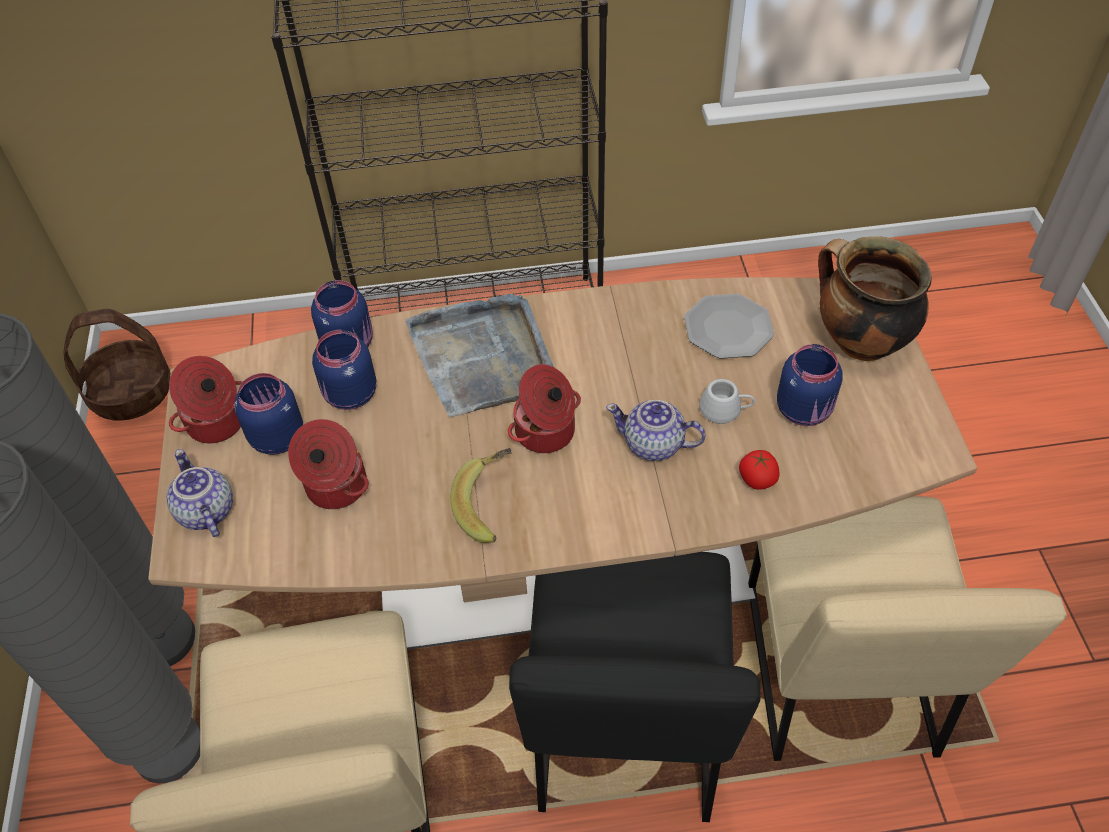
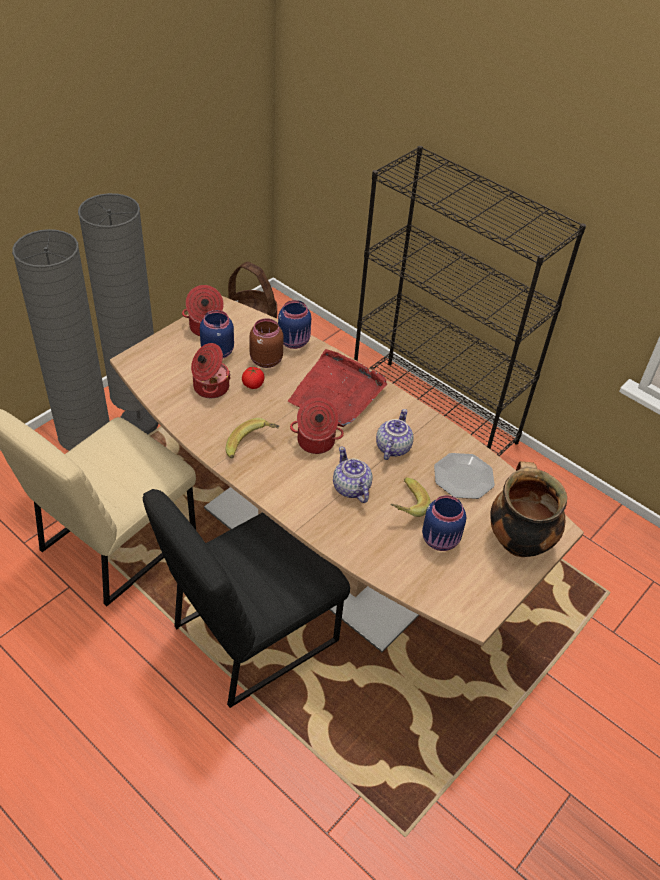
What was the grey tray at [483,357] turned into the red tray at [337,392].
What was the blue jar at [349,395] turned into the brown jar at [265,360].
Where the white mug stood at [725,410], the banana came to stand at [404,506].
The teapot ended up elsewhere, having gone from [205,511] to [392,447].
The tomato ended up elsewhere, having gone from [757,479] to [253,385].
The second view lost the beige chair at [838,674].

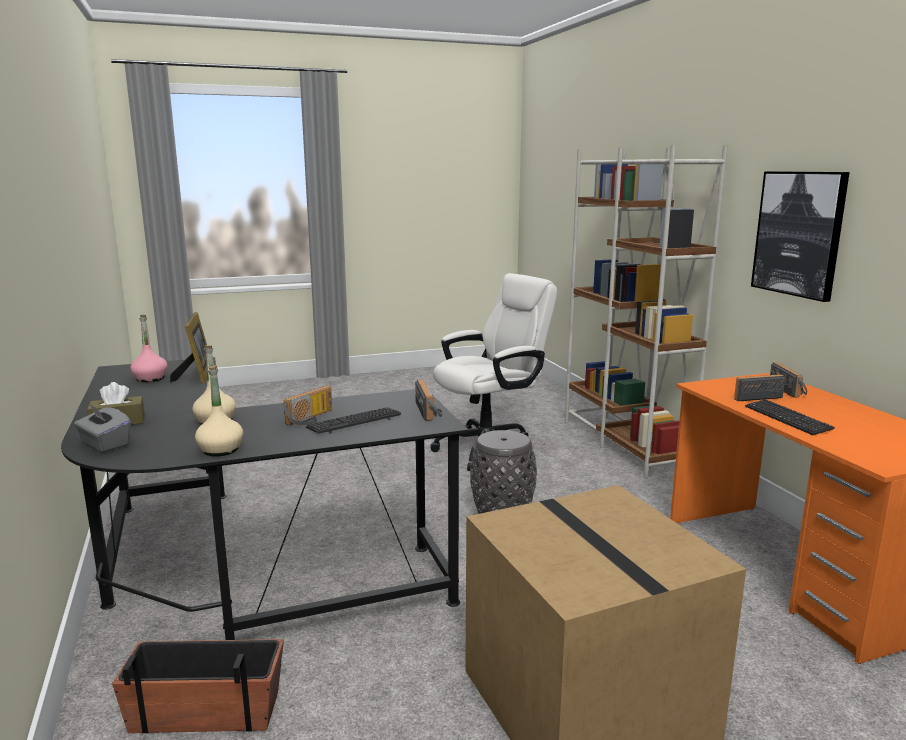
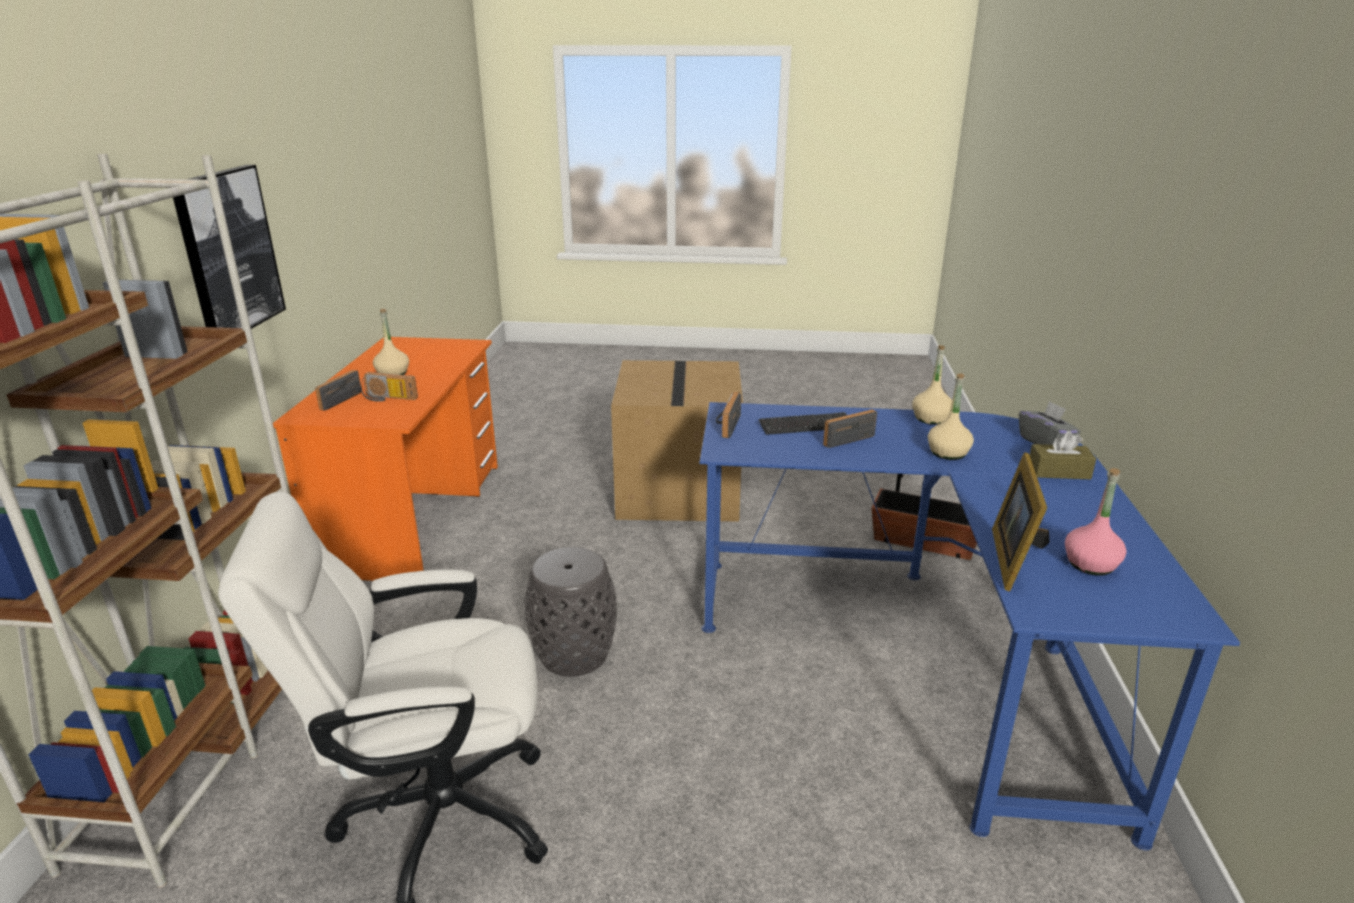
What was the black desk at [239,574] turned into the blue desk at [919,650].
The second view lost the keyboard at [787,418].
The second view gained the beige bottle at [393,373].

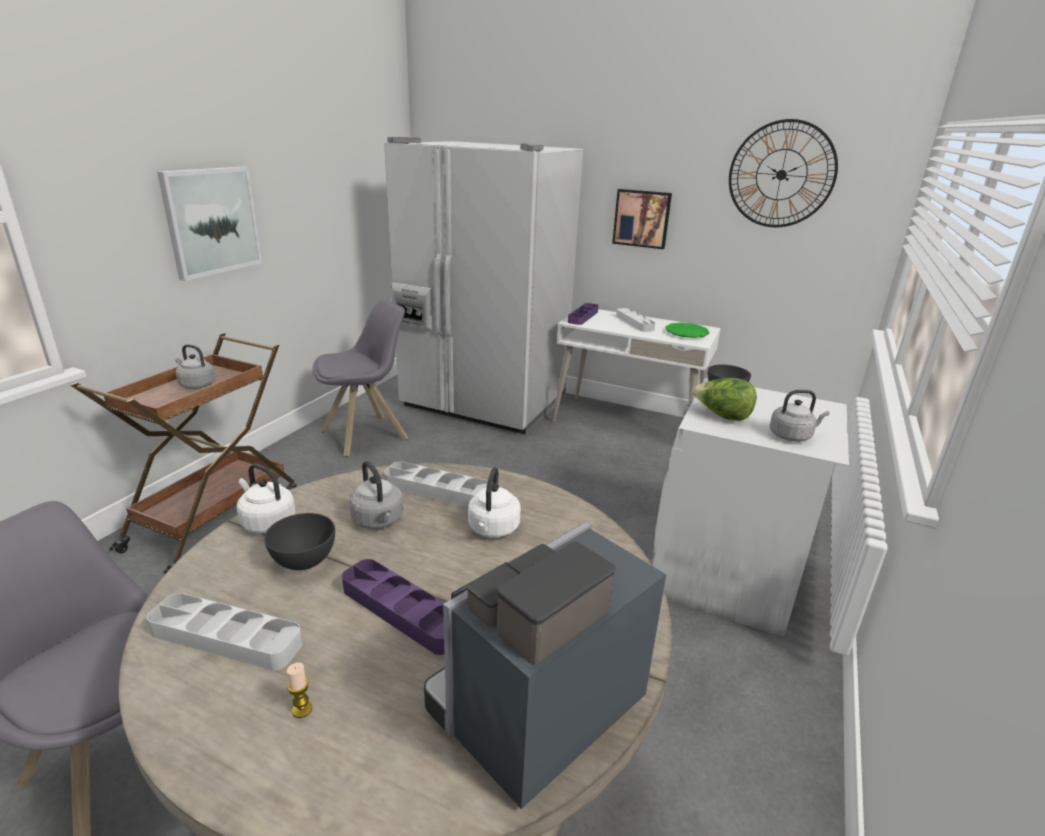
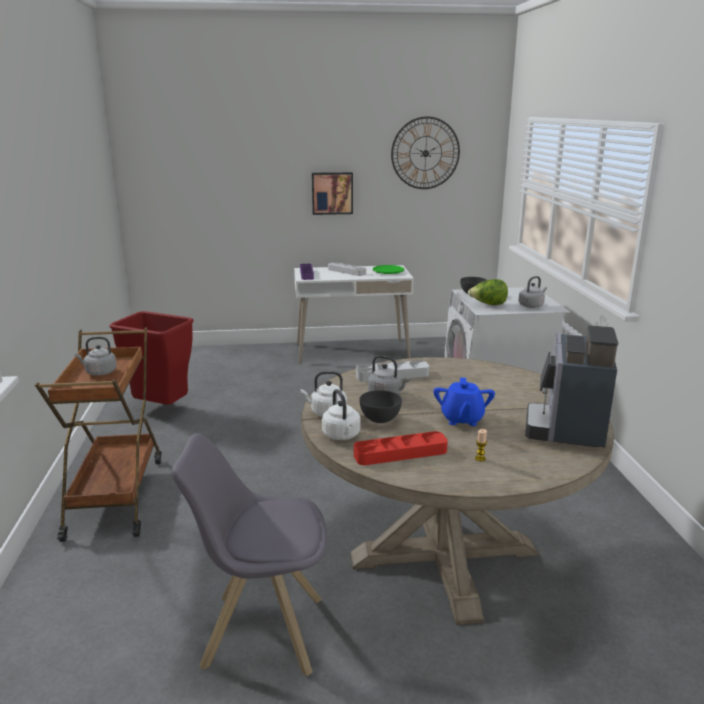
The second view lost the white fridge at [484,402].
The second view lost the picture at [212,221].
Where the grey chair stood at [365,435], the red trash can came to stand at [163,409].
The white kettle ended up elsewhere, having gone from [493,529] to [342,436].
Where the purple tray stood at [402,610], the blue teapot came to stand at [462,419].
What was the grey tray at [226,637] turned into the red tray at [400,453].

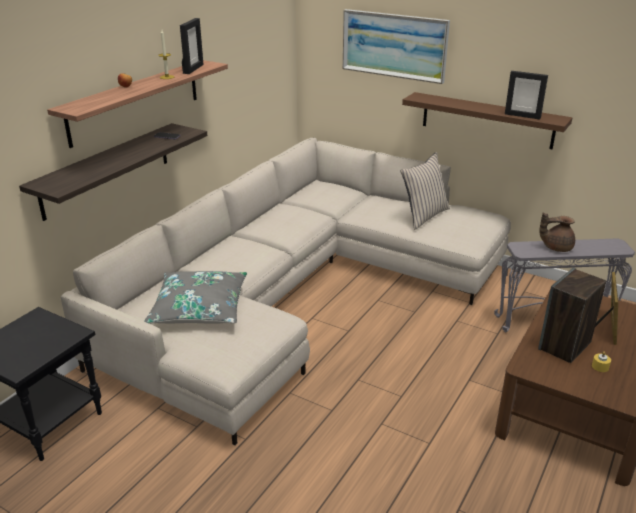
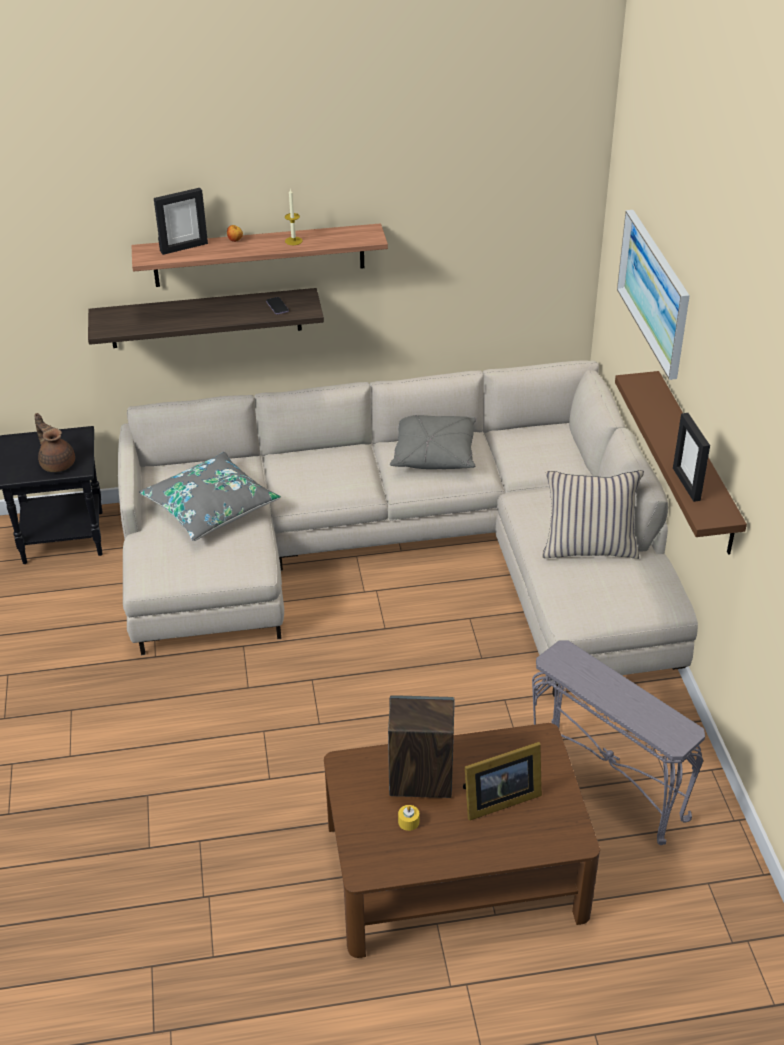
The picture frame ended up elsewhere, having gone from [193,69] to [184,247].
The brown teapot ended up elsewhere, having gone from [556,247] to [57,463].
The second view gained the grey pillow at [434,453].

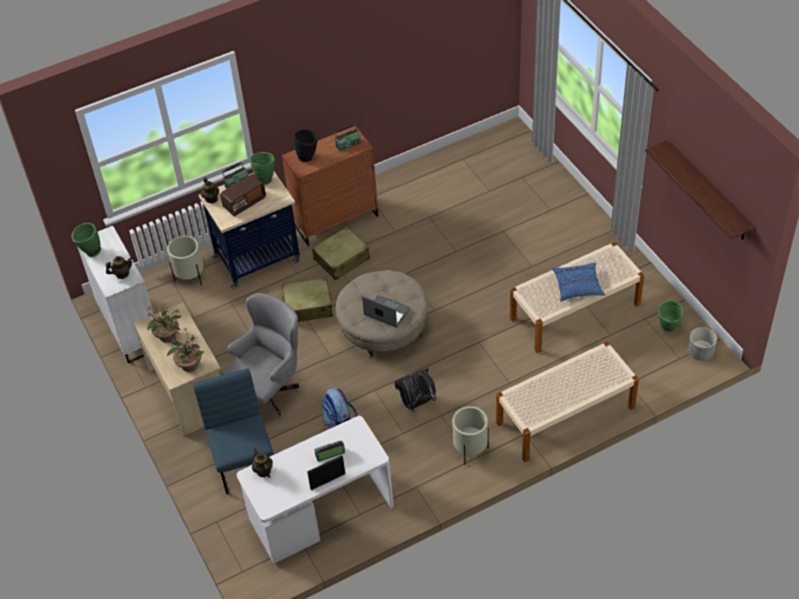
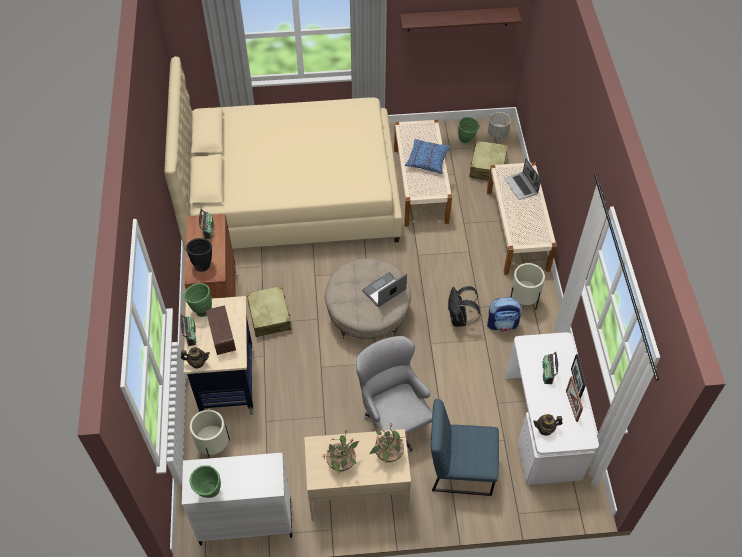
The second view lost the teapot at [122,274].
The beige suitcase ended up elsewhere, having gone from [307,306] to [487,167].
The backpack ended up elsewhere, having gone from [340,423] to [502,324].
The second view gained the beige bed at [290,193].
The second view gained the laptop at [521,186].
The second view gained the picture frame at [571,406].

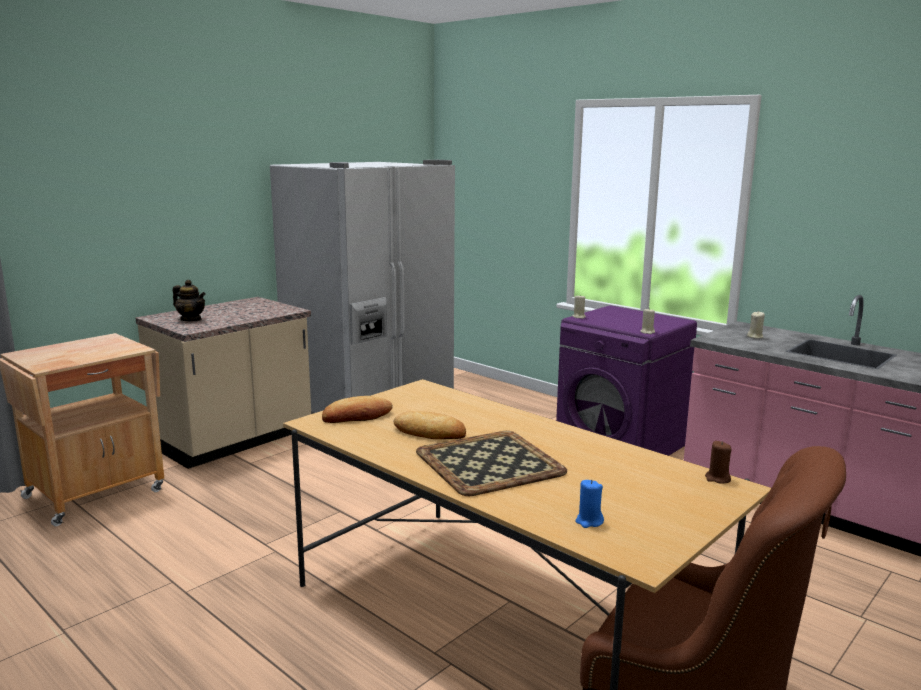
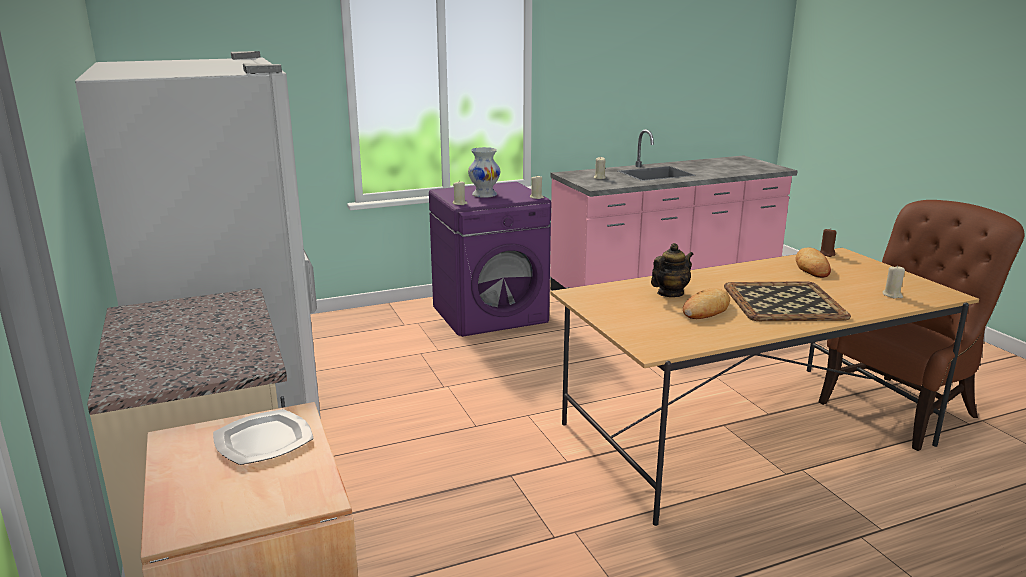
The teapot ended up elsewhere, having gone from [191,319] to [670,294].
The bread ended up elsewhere, having gone from [357,416] to [812,267].
What was the blue candle at [589,521] turned into the beige candle at [892,295].
The second view gained the white vase at [484,195].
The second view gained the plate at [263,441].

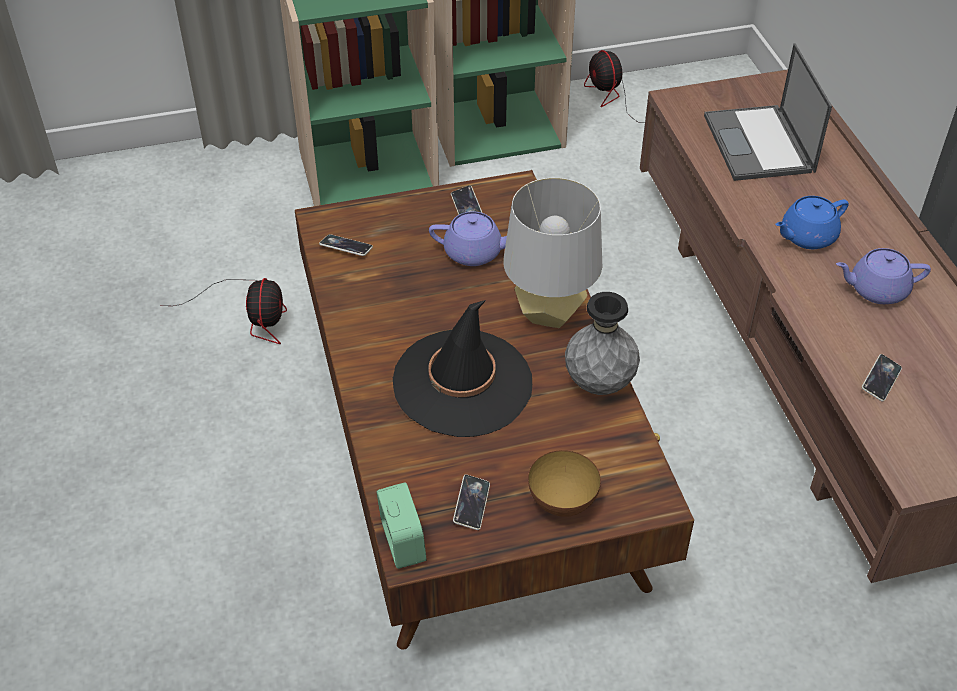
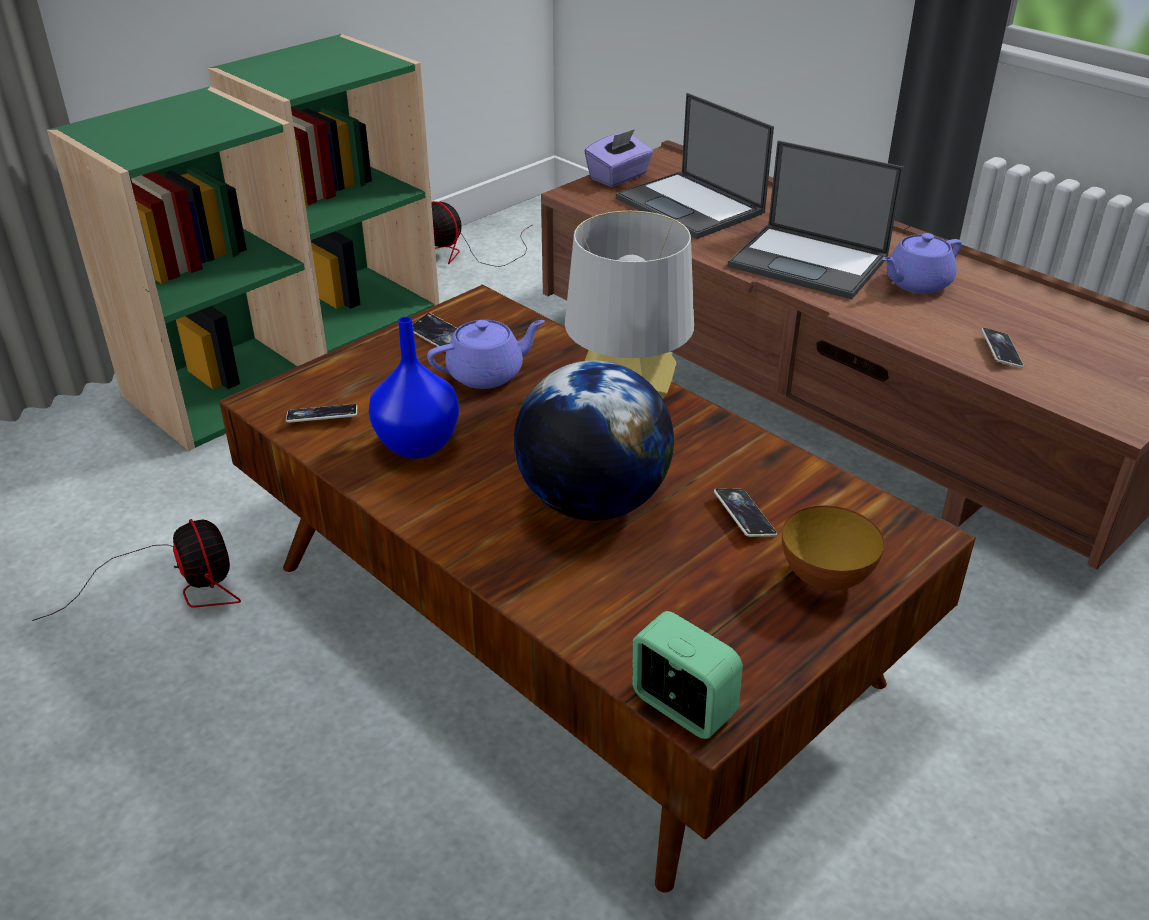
Where the blue teapot stood at [806,236], the laptop came to stand at [810,262].
The second view lost the grey vase at [599,384].
Where the black hat stood at [462,383], the globe came to stand at [593,503].
The phone ended up elsewhere, having gone from [471,504] to [744,516].
The second view gained the purple tissue box at [618,177].
The second view gained the blue vase at [418,445].

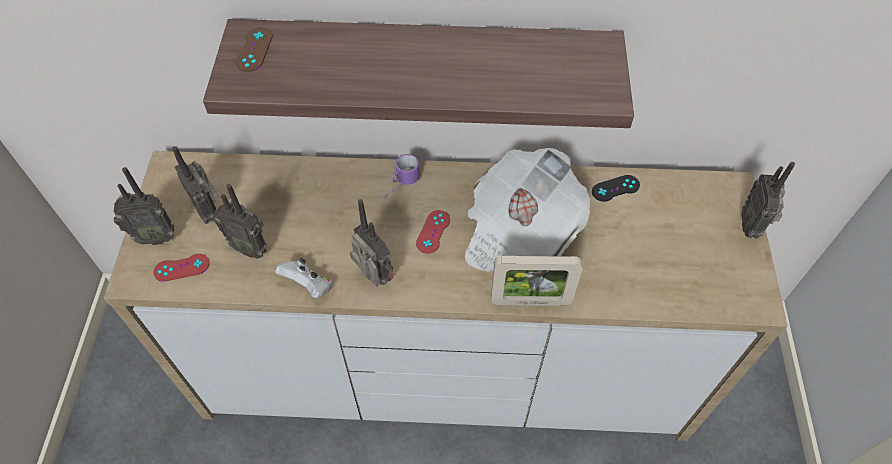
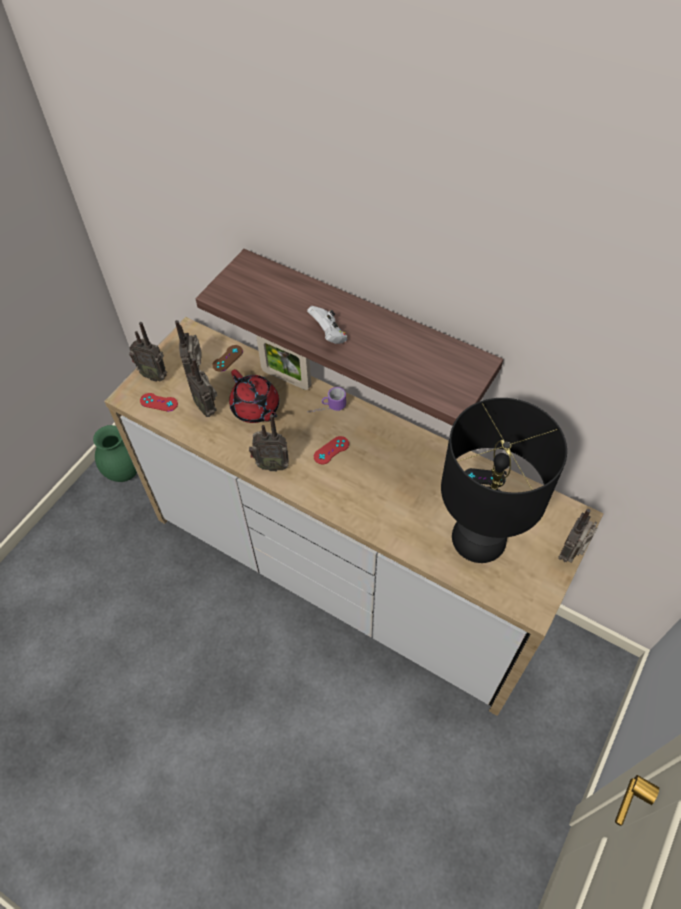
The brown game controller ended up elsewhere, having gone from [254,49] to [227,358].
The second view lost the newspaper at [518,234].
The radio at [373,279] ended up facing another way, 105 degrees clockwise from before.
The picture frame ended up elsewhere, having gone from [530,301] to [286,379].
The white game controller ended up elsewhere, having gone from [308,286] to [329,335].
The second view gained the red teapot at [256,409].
The second view gained the black table lamp at [480,537].
The second view gained the green vase at [125,472].

